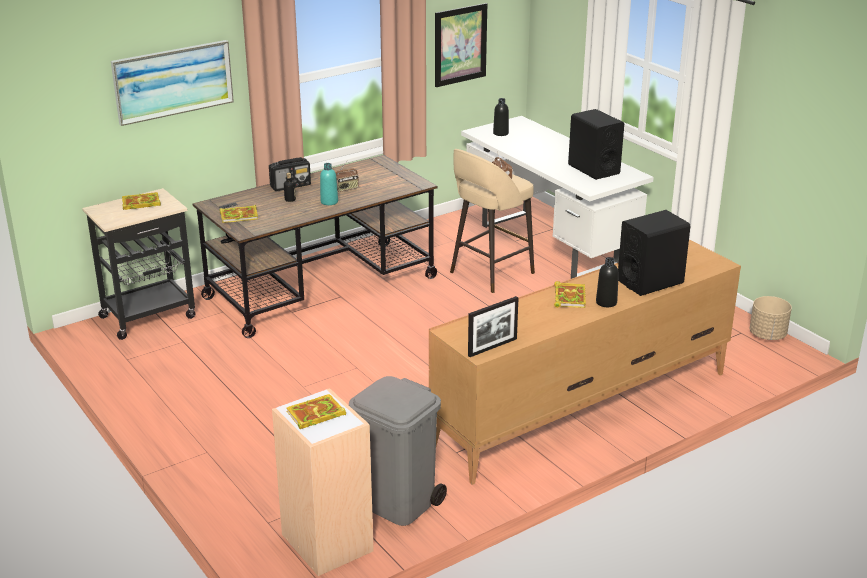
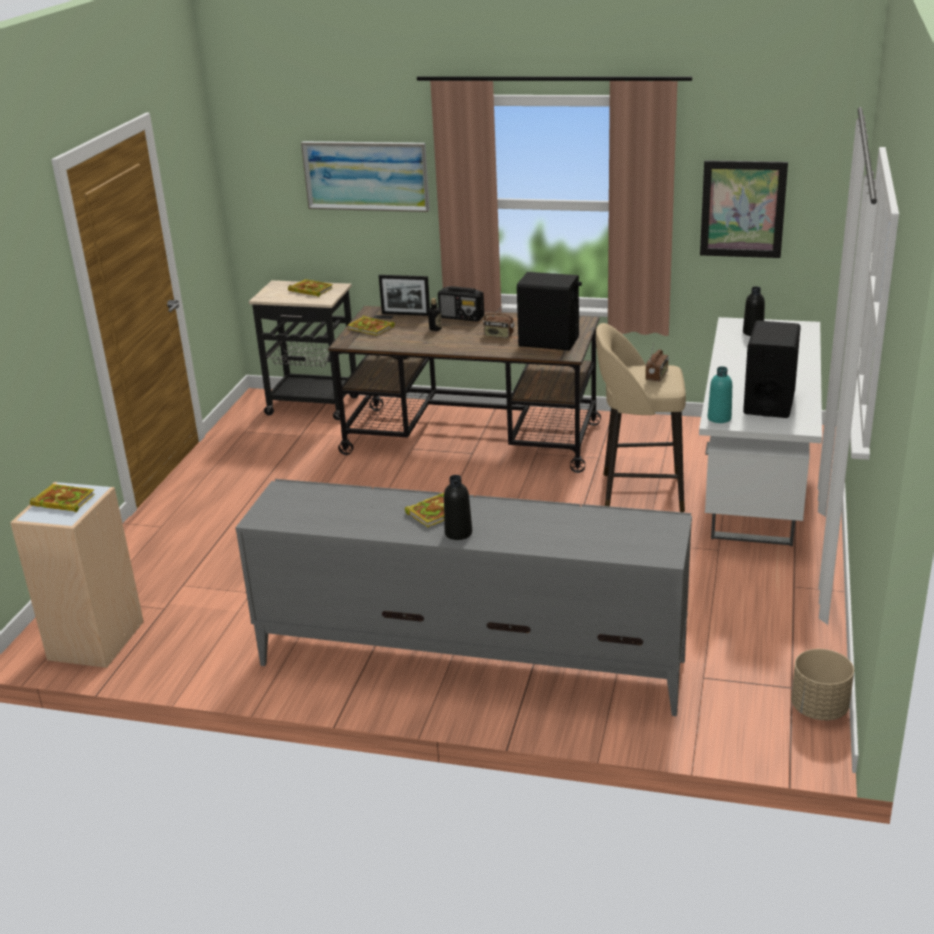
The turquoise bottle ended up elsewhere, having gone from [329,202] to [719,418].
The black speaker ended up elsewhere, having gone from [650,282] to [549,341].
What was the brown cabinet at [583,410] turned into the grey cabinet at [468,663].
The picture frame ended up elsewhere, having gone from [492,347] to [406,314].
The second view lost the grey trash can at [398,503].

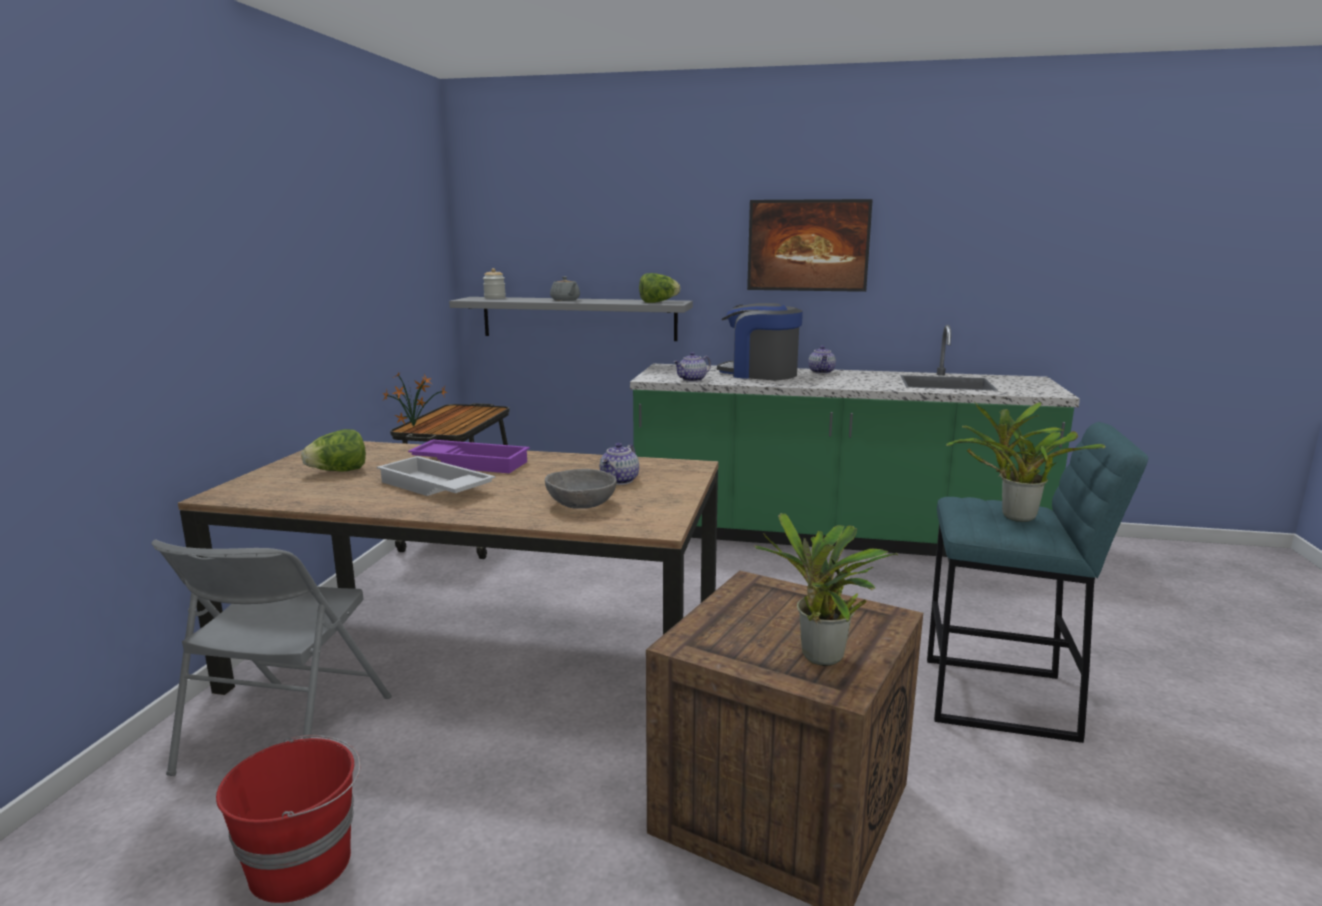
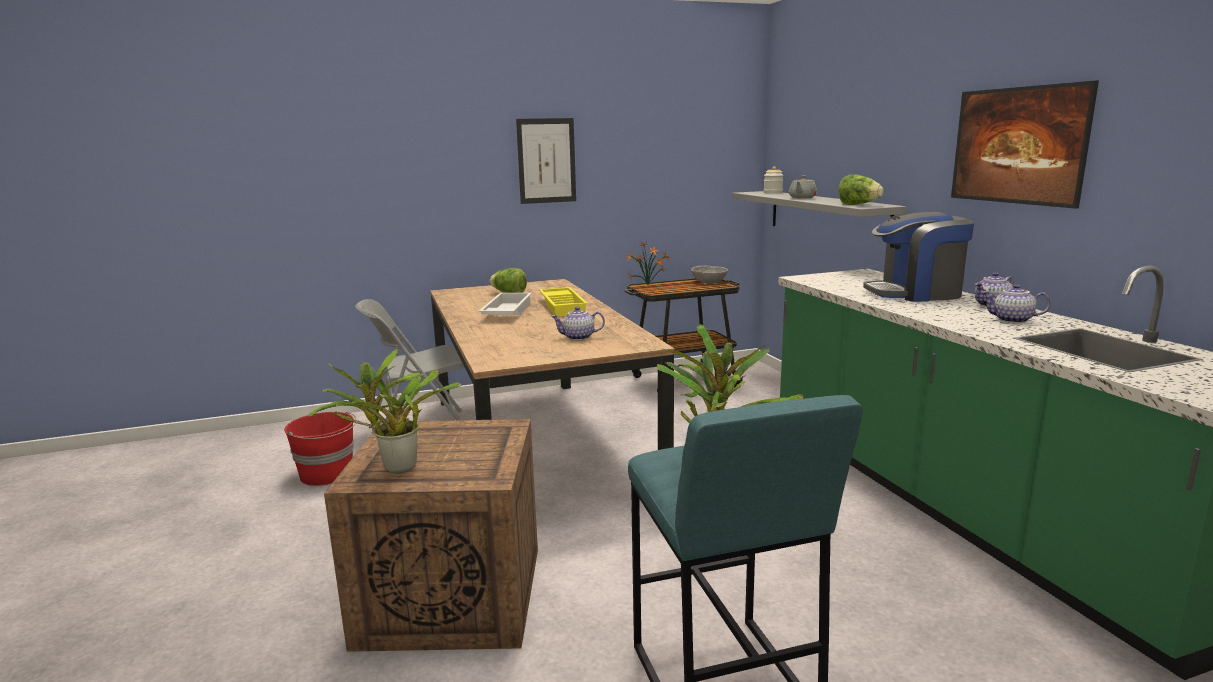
The coffee machine at [759,374] ended up facing another way, 90 degrees counterclockwise from before.
The teapot ended up elsewhere, having gone from [692,380] to [1012,320].
What was the purple tray at [472,463] turned into the yellow tray at [564,306].
The grey bowl ended up elsewhere, having gone from [580,504] to [709,282].
The second view gained the picture at [546,161].

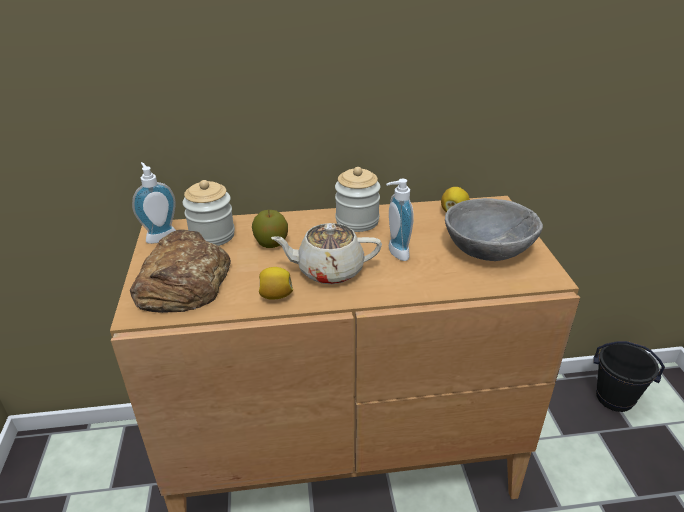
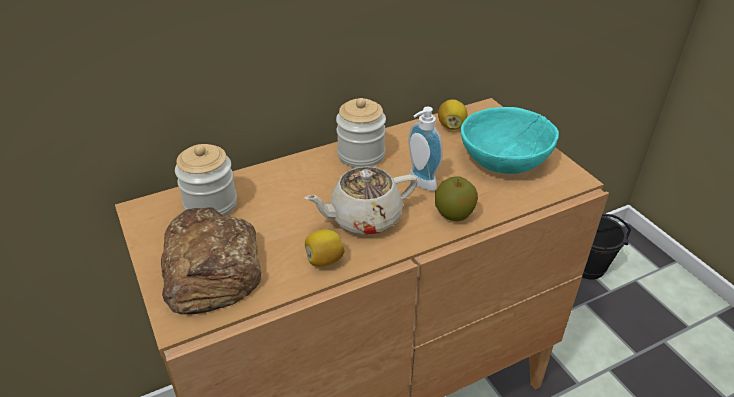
The second view lost the soap dispenser at [160,236].
What was the grey bowl at [488,249] turned into the turquoise bowl at [504,160].
The apple ended up elsewhere, having gone from [271,244] to [454,214].

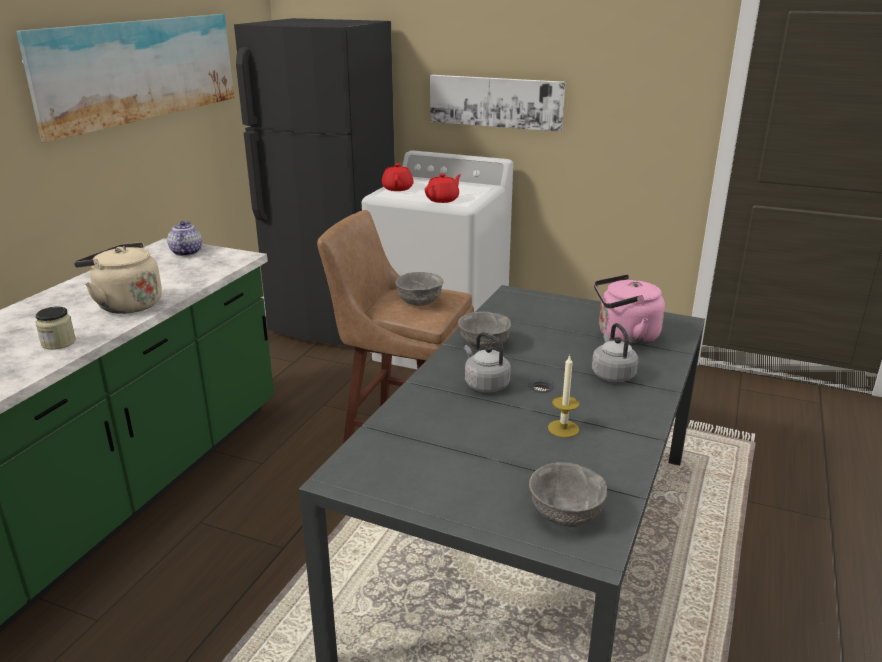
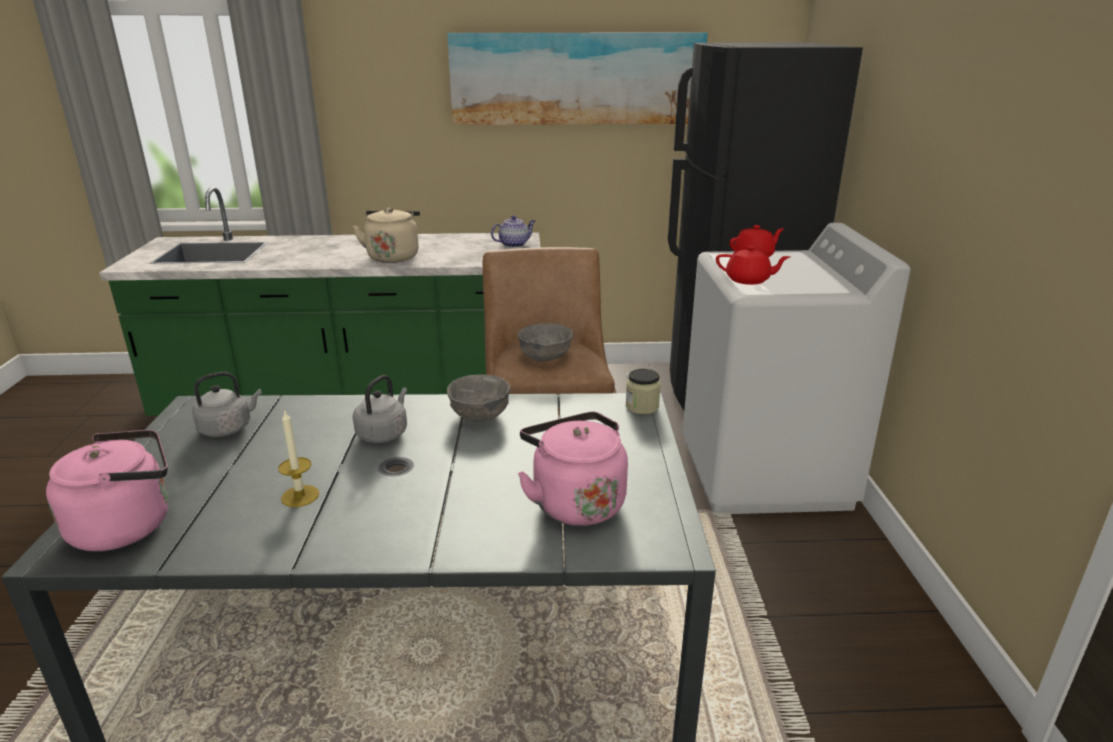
The second view lost the picture at [496,102].
The jar ended up elsewhere, having gone from [58,343] to [642,406].
The grey kettle ended up elsewhere, having gone from [612,374] to [228,428].
Where the grey bowl stood at [565,513], the pink kettle came to stand at [128,525].

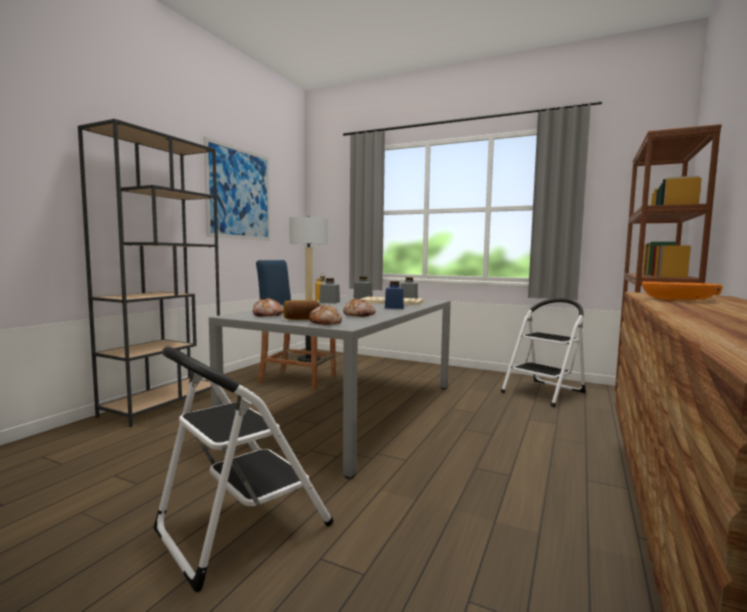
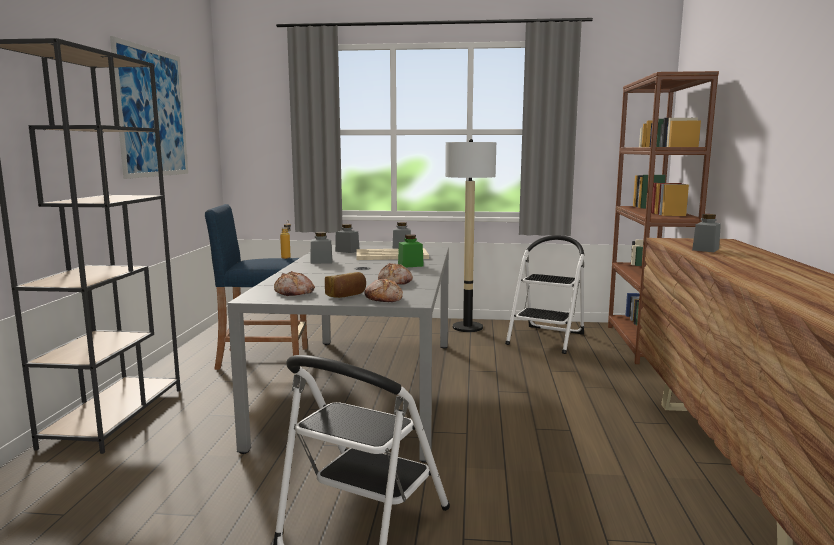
The floor lamp ended up elsewhere, having gone from [309,359] to [467,327].
What was the blue jar at [394,307] turned into the green jar at [410,265].
Where the orange bowl stood at [677,299], the grey jar came to stand at [705,249].

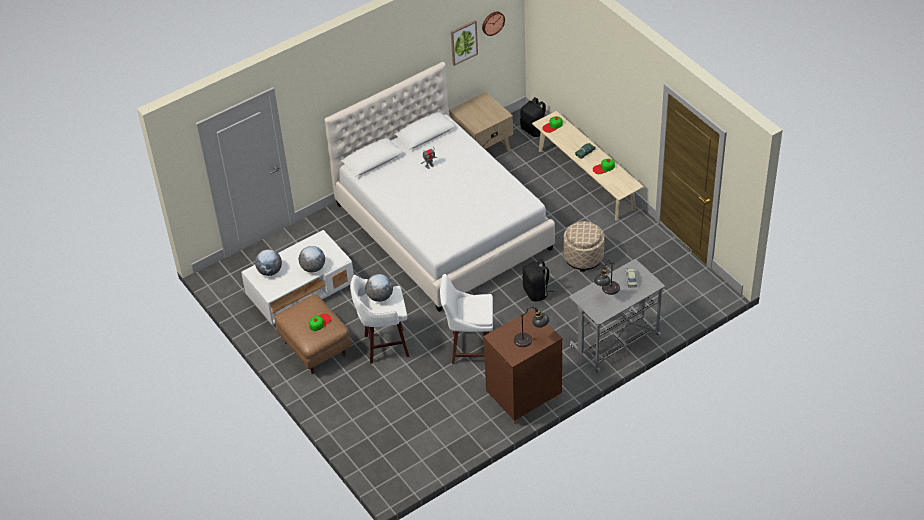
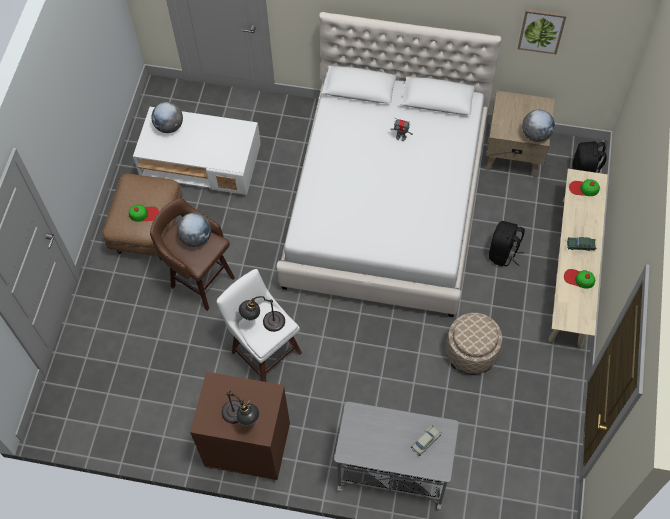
The second view lost the wall clock at [492,22].
The globe ended up elsewhere, having gone from [313,268] to [535,134].
The black backpack ended up elsewhere, having gone from [536,292] to [503,253].
The grey table lamp ended up elsewhere, having gone from [606,293] to [264,323].
What was the white stool at [384,346] turned into the brown stool at [200,280].

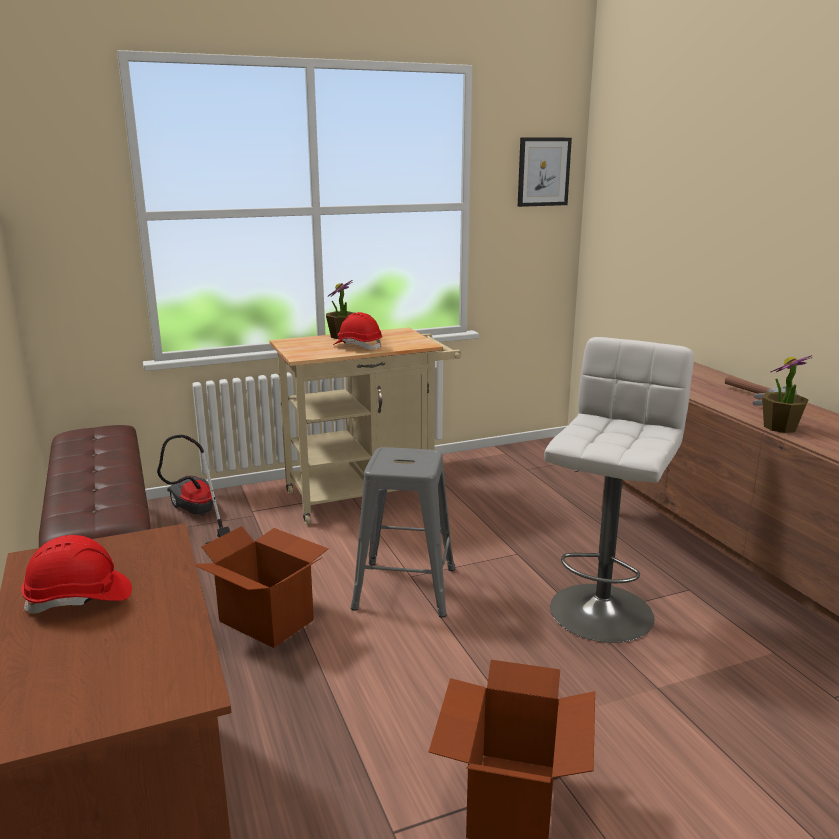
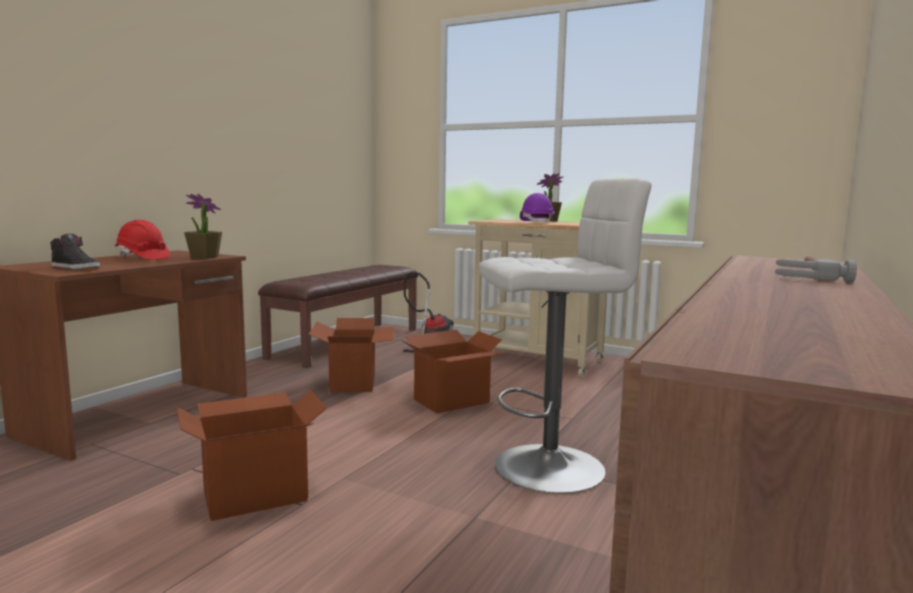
The second view lost the picture at [543,172].
What was the red hard hat at [358,346] turned into the purple hard hat at [536,222].
The potted plant ended up elsewhere, having gone from [780,427] to [204,257].
Where the grey stool stood at [405,588], the cardboard box came to stand at [452,401].
The second view gained the black shoe at [76,268].

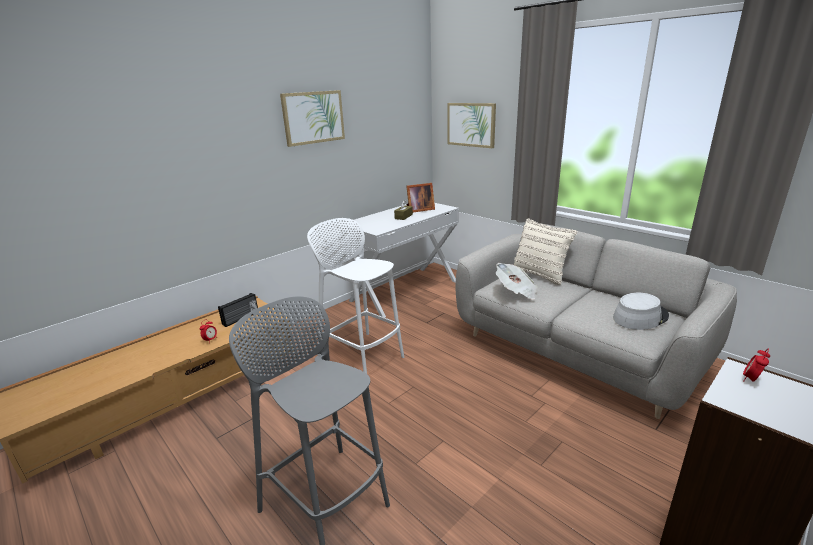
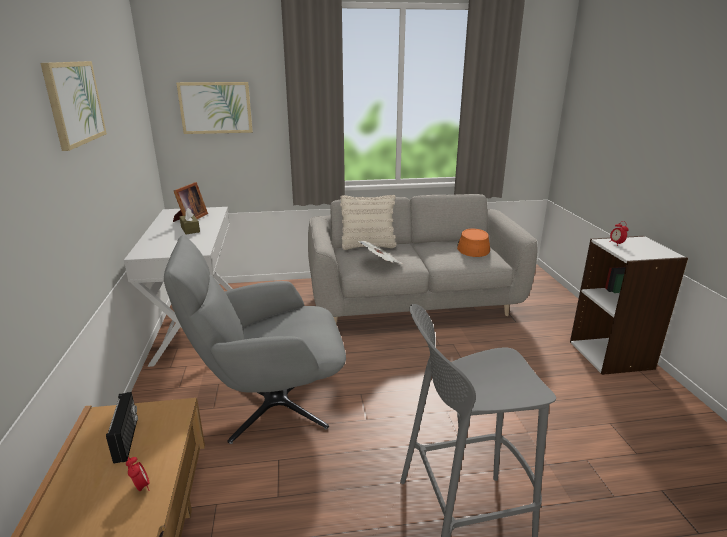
Where the white stool stood at [362,357], the grey armchair came to stand at [272,404].
What was the grey hat at [640,317] turned into the orange hat at [473,248].

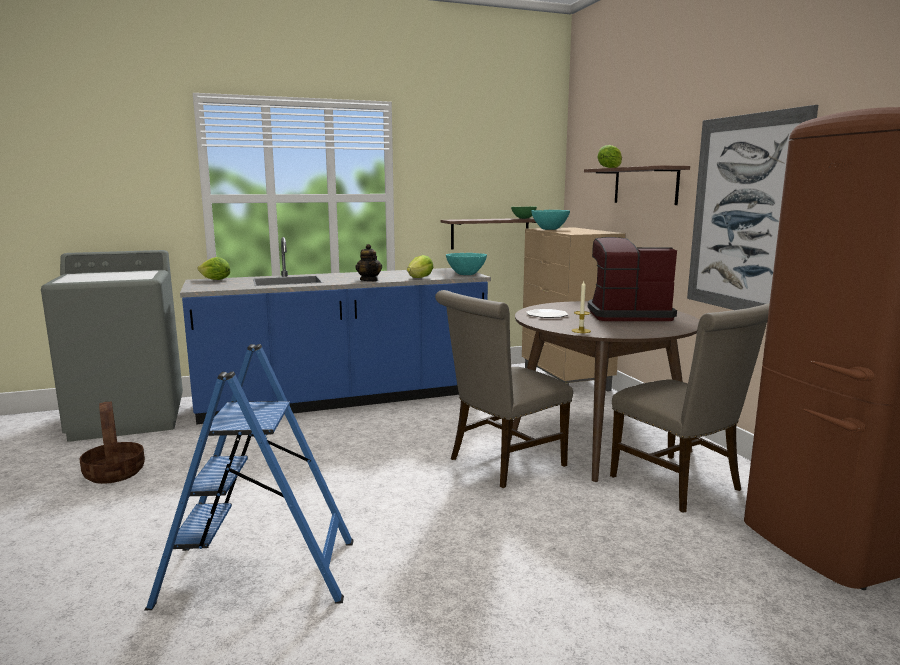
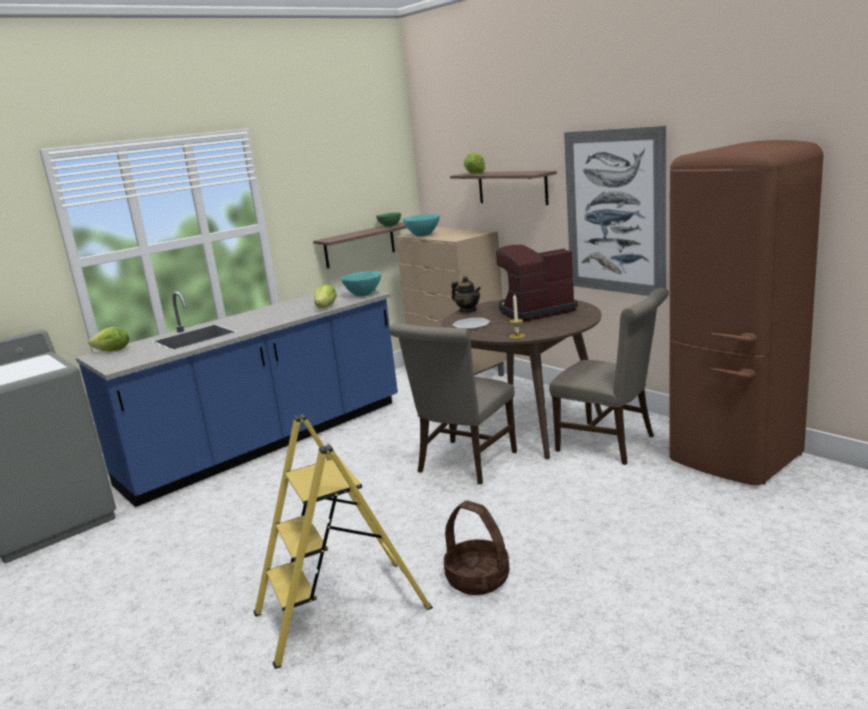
The teapot ended up elsewhere, having gone from [369,280] to [467,311].
What was the blue step ladder at [260,572] turned into the yellow step ladder at [344,609].
The basket ended up elsewhere, having gone from [115,473] to [478,578].

